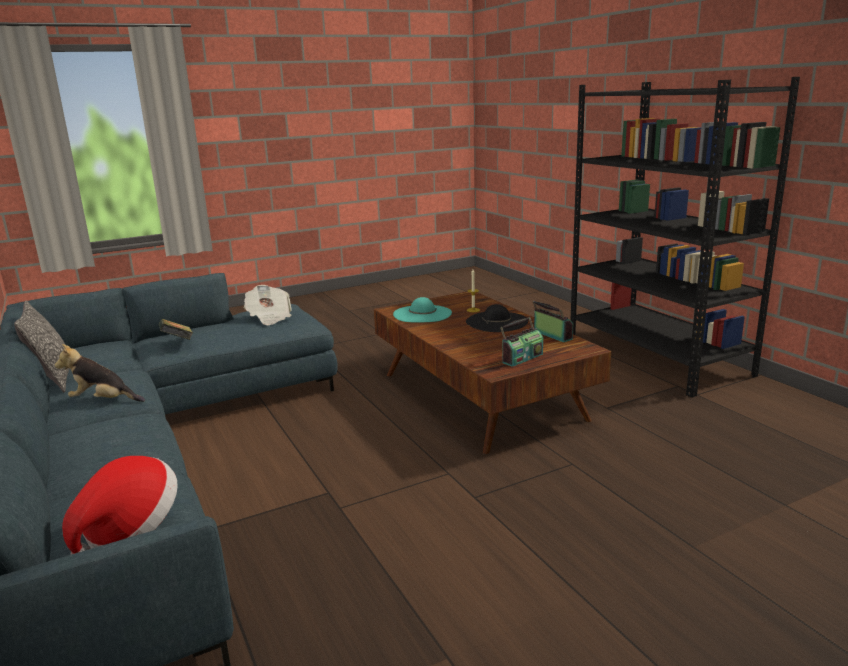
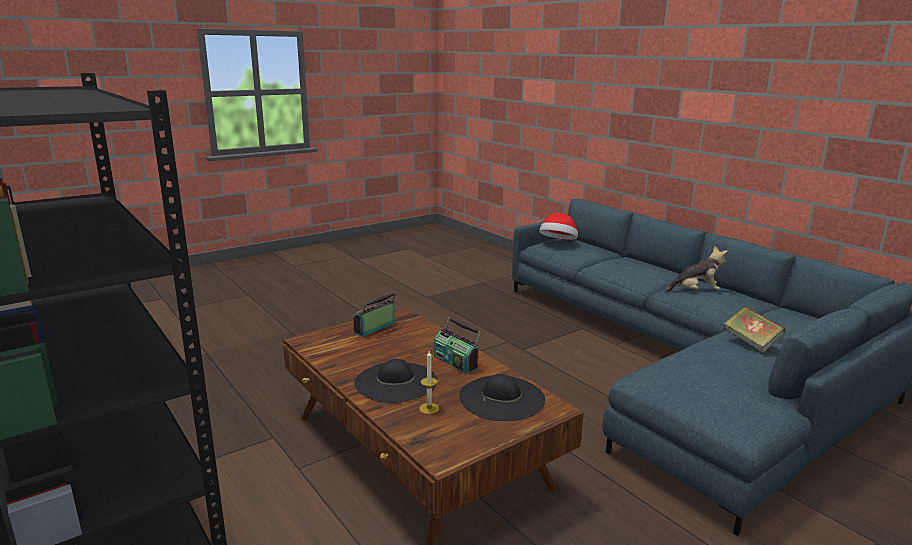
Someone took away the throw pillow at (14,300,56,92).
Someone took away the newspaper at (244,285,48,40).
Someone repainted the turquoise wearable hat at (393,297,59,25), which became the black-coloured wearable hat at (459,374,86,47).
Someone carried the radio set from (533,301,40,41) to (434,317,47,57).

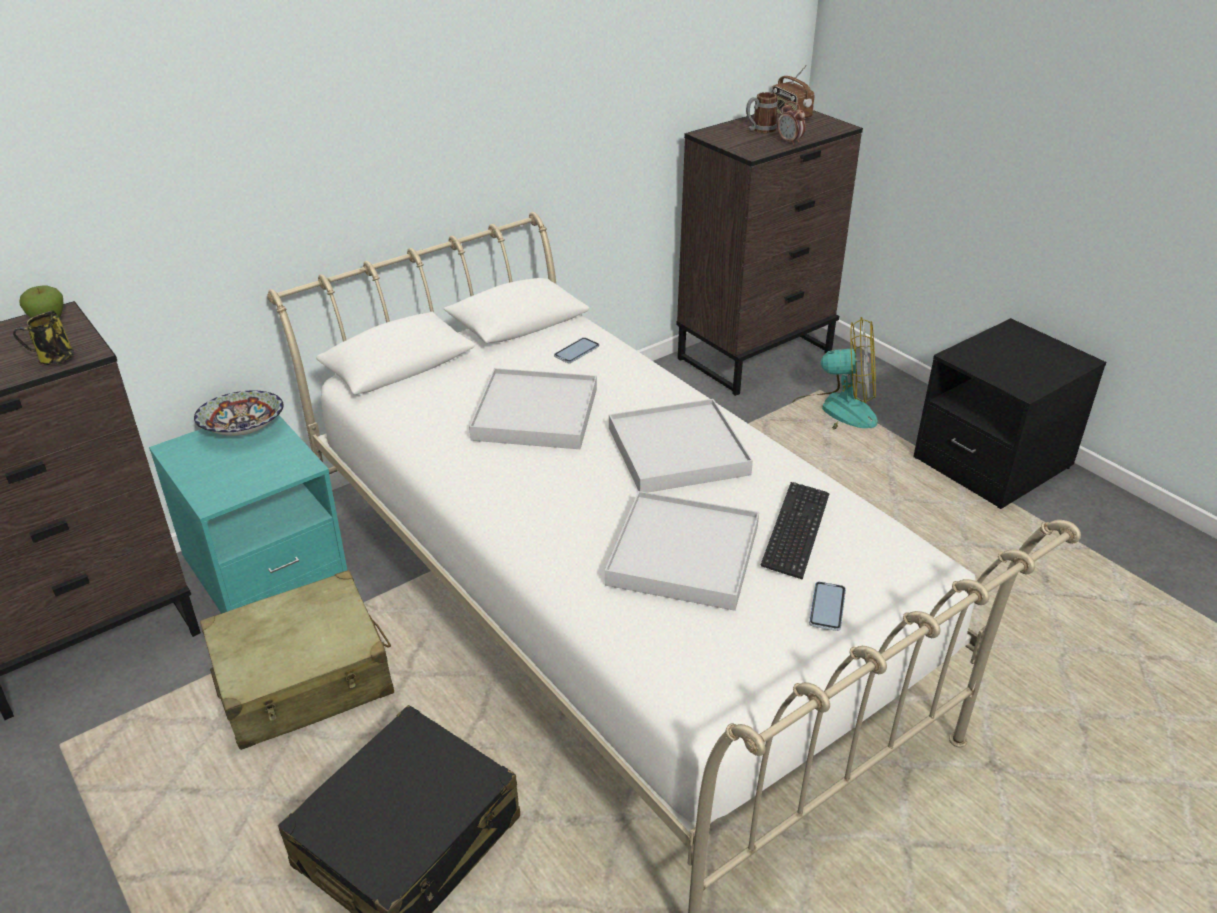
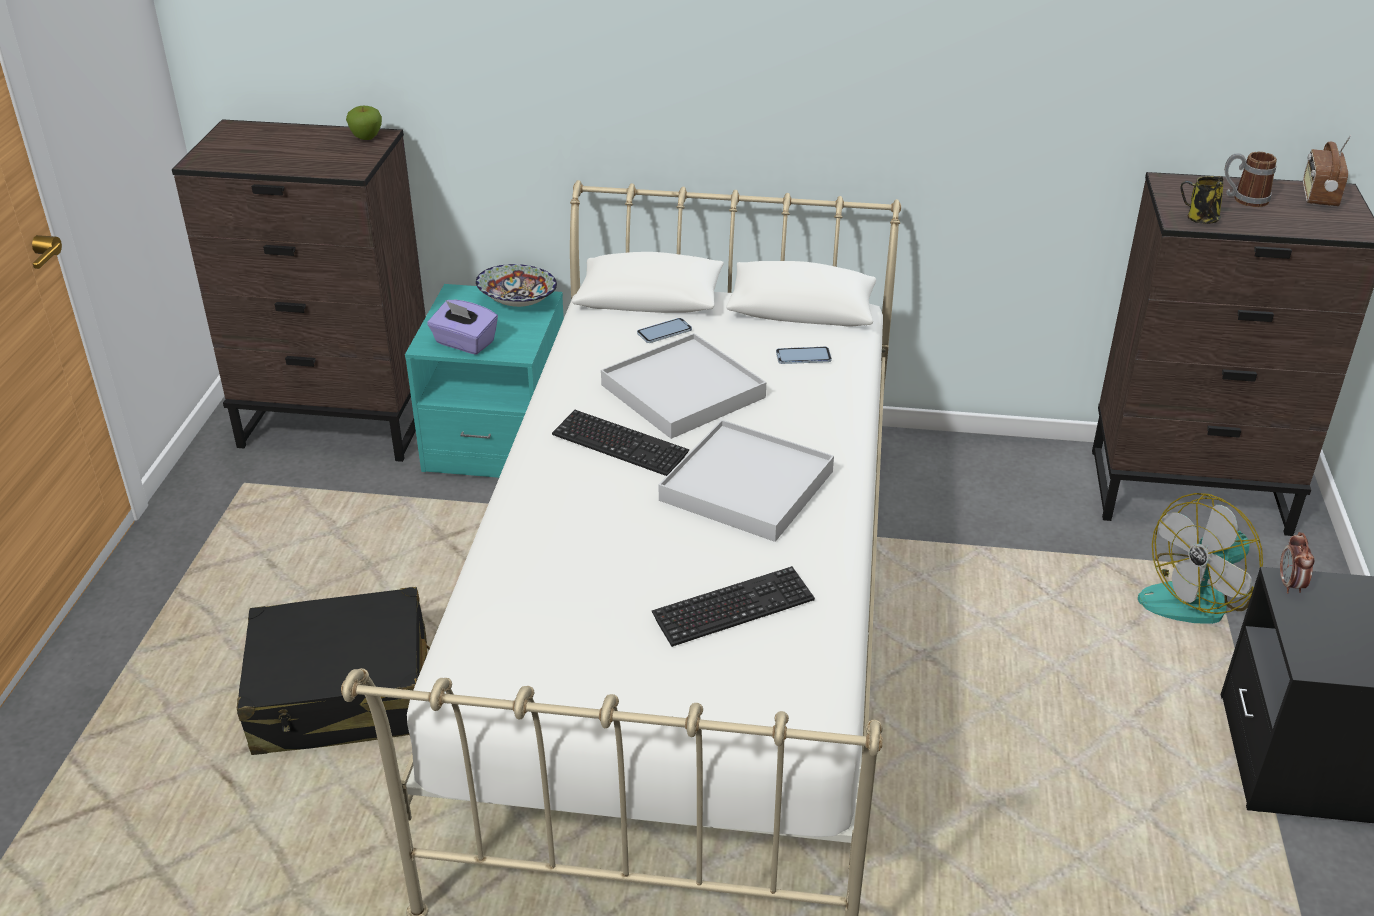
Someone carried the coffee mug from (13,310,61,55) to (1181,176,42,48).
Someone took away the beige-coloured suitcase at (200,570,194,180).
Someone took away the whitish carrying tray at (605,491,154,120).
Someone carried the bedside clock from (777,101,29,44) to (1280,532,34,61).
Someone rotated the cooling fan at (792,317,86,113) by 90 degrees clockwise.
Someone carried the telephone from (809,582,37,49) to (637,318,55,25).
Someone put down the purple tissue box at (427,300,71,55).
Someone put down the PC keyboard at (552,410,137,66).

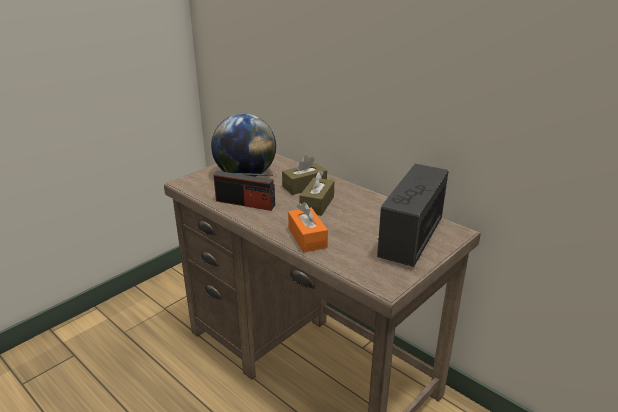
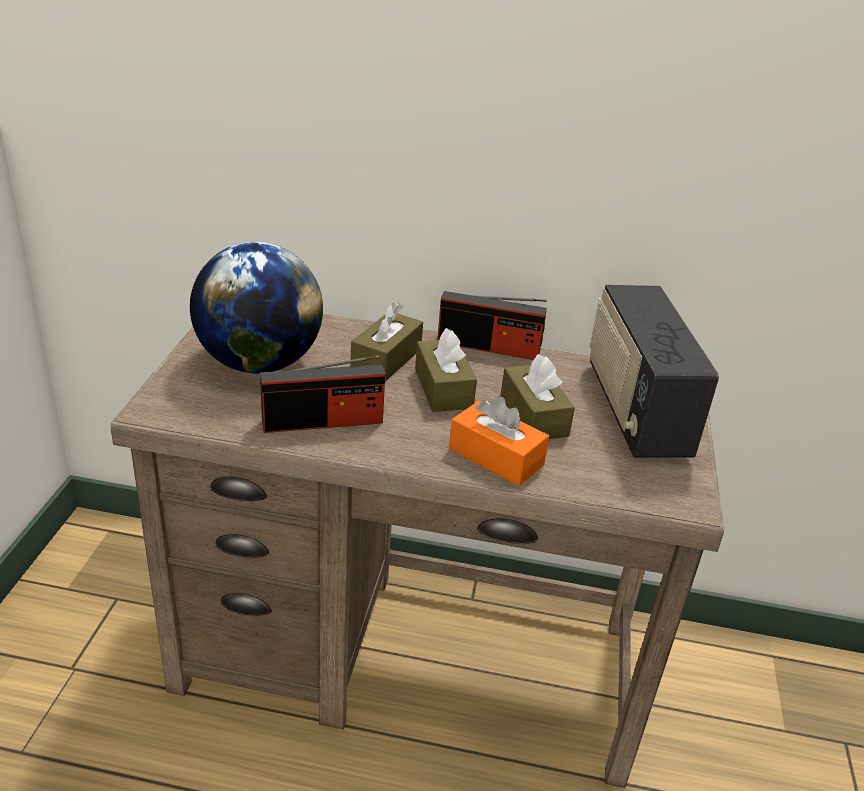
Someone put down the radio set at (437,291,110,69).
Someone put down the brown tissue box at (501,354,74,85).

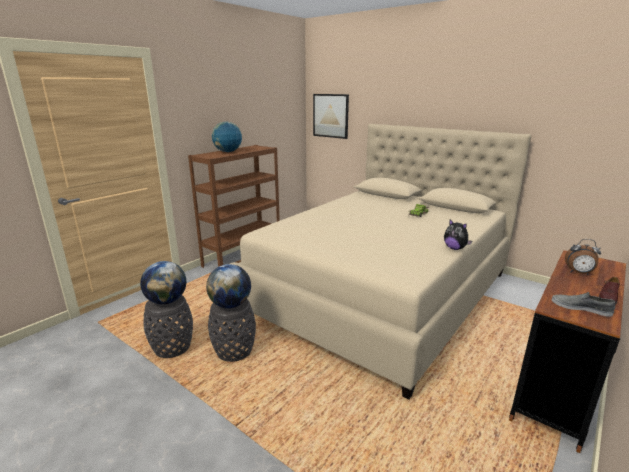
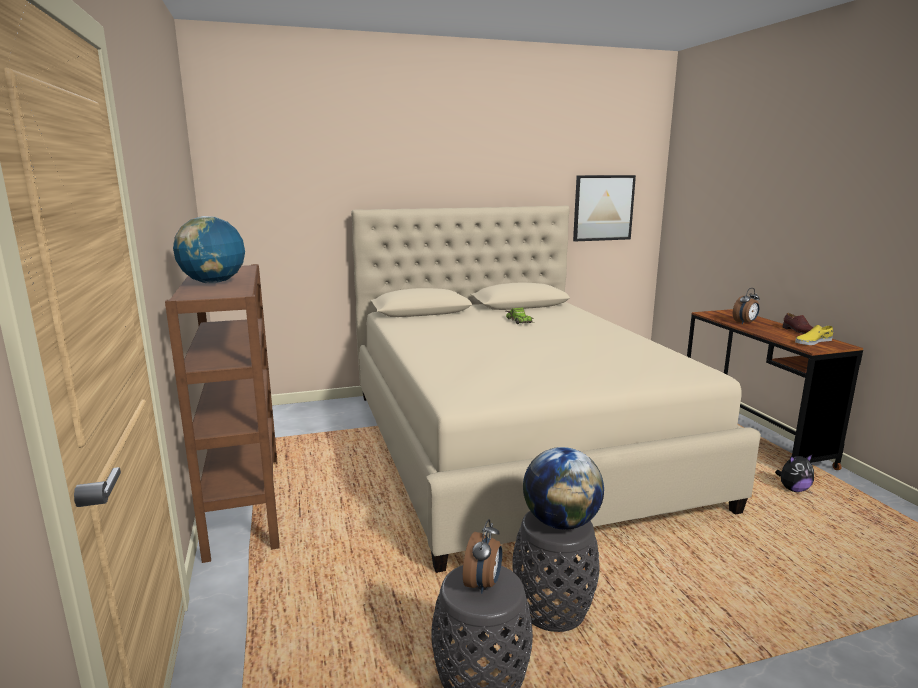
Someone swapped the desk globe at (140,261,46,43) for the bedside clock at (463,519,39,75).
Someone carried the wall art from (313,94,36,45) to (573,175,63,66).
Someone carried the plush toy from (444,220,28,30) to (775,455,39,37).
Someone repainted the grey shoe at (552,292,63,25), which became the yellowish shoe at (795,325,38,20).

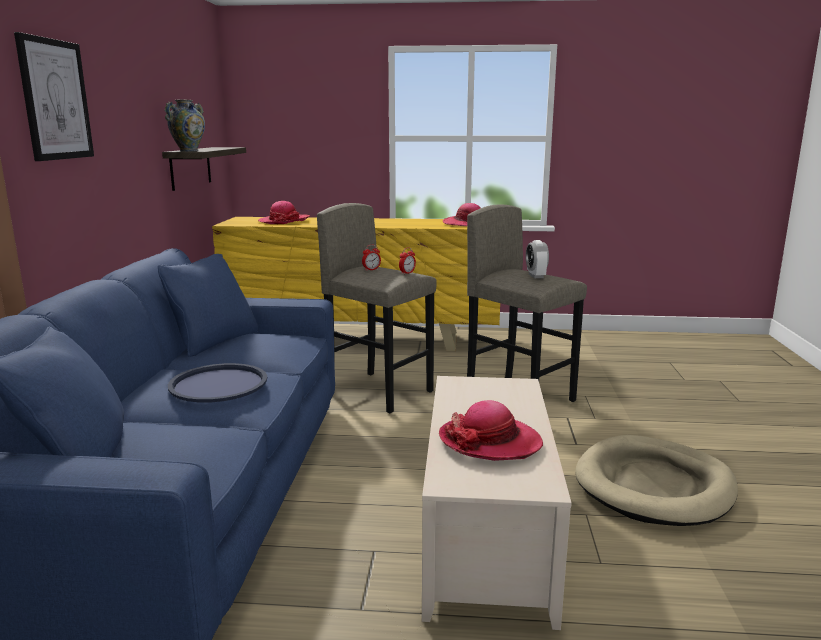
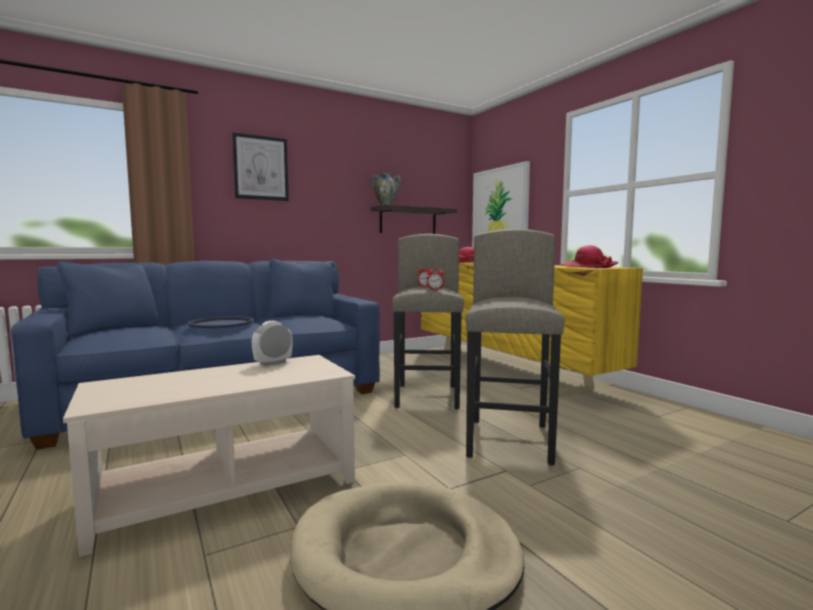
Someone took away the wearable hat at (439,400,104,61).
Someone carried the bedside clock from (526,240,23,38) to (252,321,41,45).
Someone put up the wall art at (472,161,58,86).

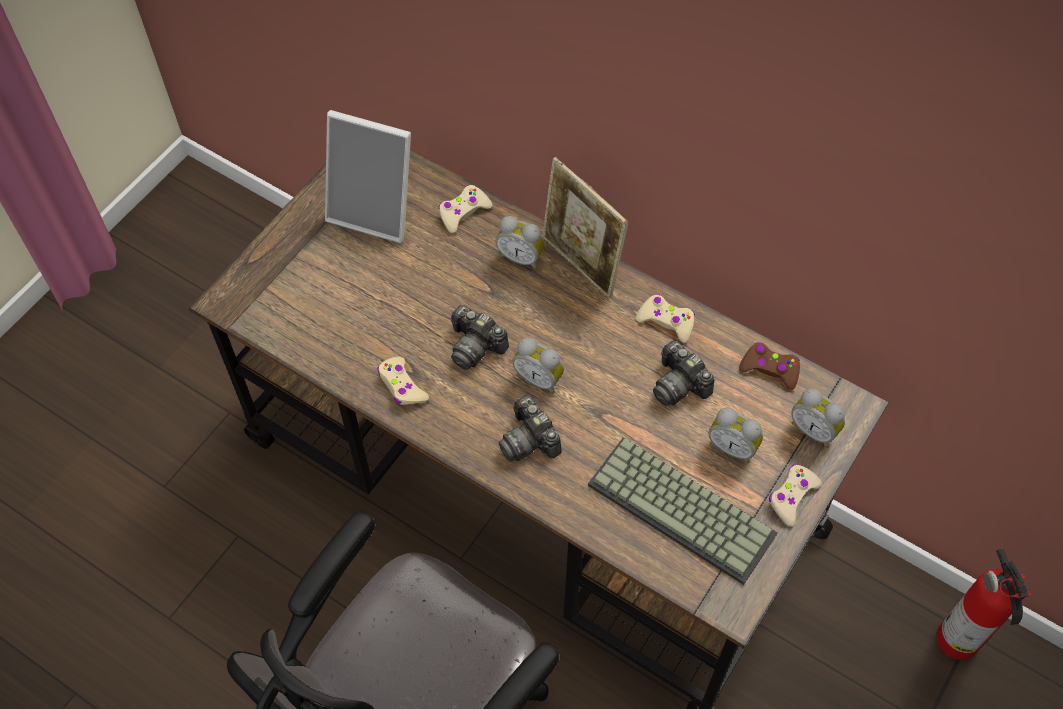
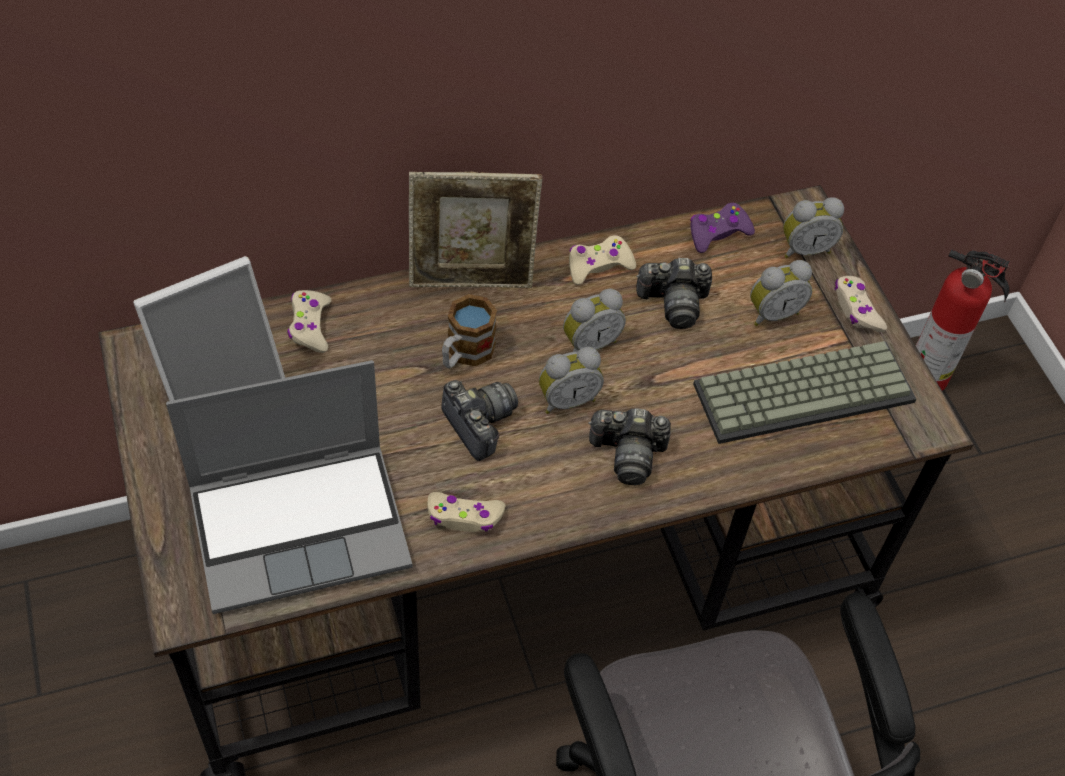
Someone rotated the still camera at (451,305,58,65) by 105 degrees counterclockwise.
Someone carried the bedside clock from (496,216,49,54) to (563,289,63,63).
Someone repainted the brown game controller at (739,342,61,48), which became the purple game controller at (690,203,65,50).
Someone put down the laptop at (166,360,247,254).
Someone put down the coffee mug at (442,294,55,75).

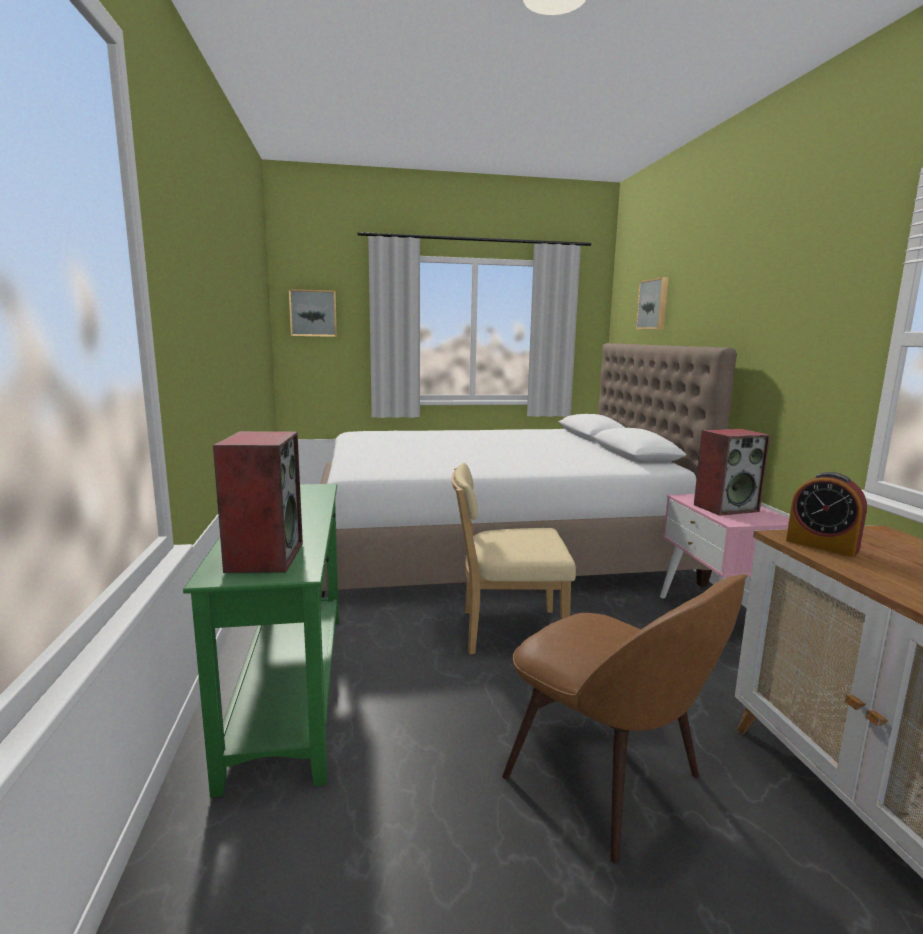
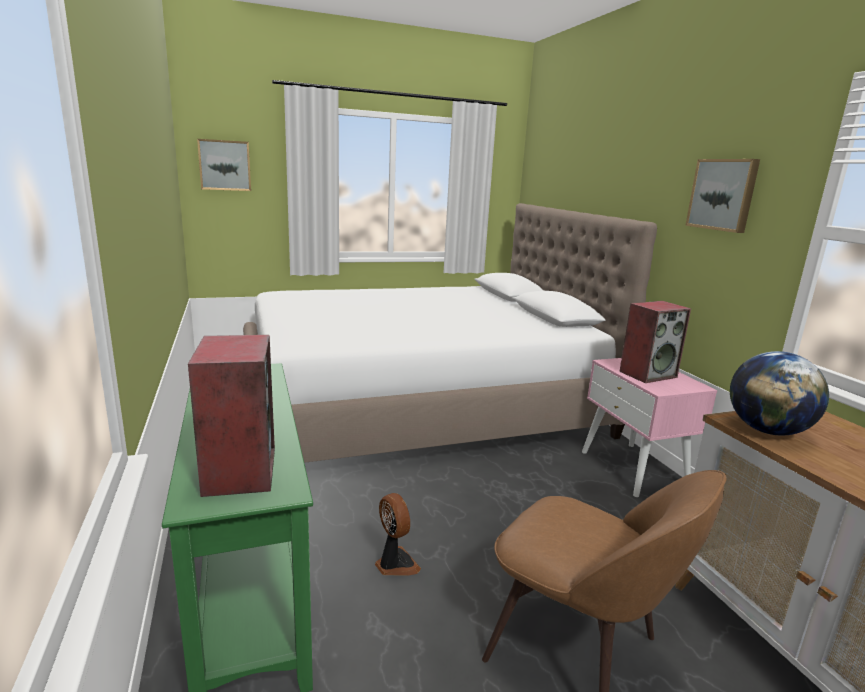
Someone took away the beige-coloured upright chair at (451,463,125,192).
Someone carried the wall art from (635,277,34,53) to (685,159,75,74).
Someone swapped the bedside clock at (786,472,81,85) for the desk globe at (730,351,99,85).
Someone put down the cooling fan at (375,493,46,83).

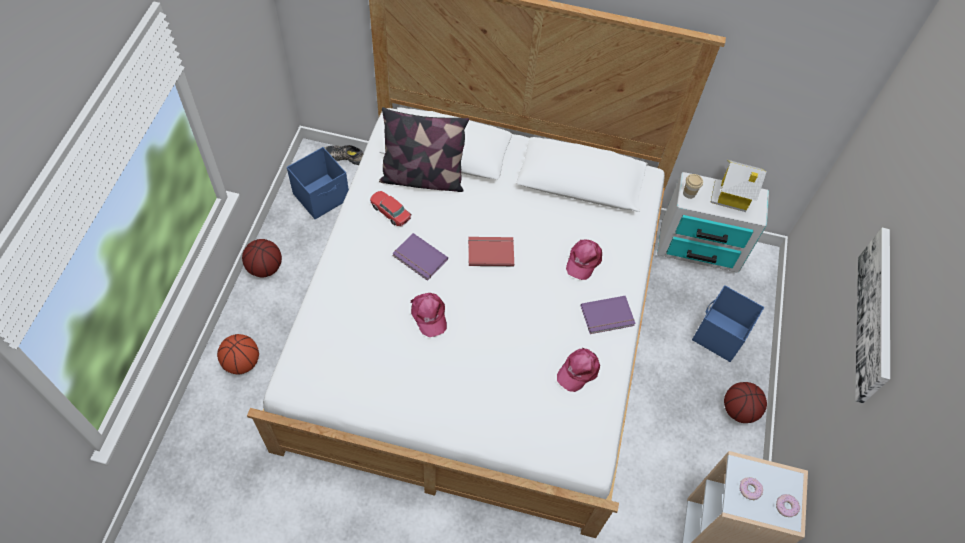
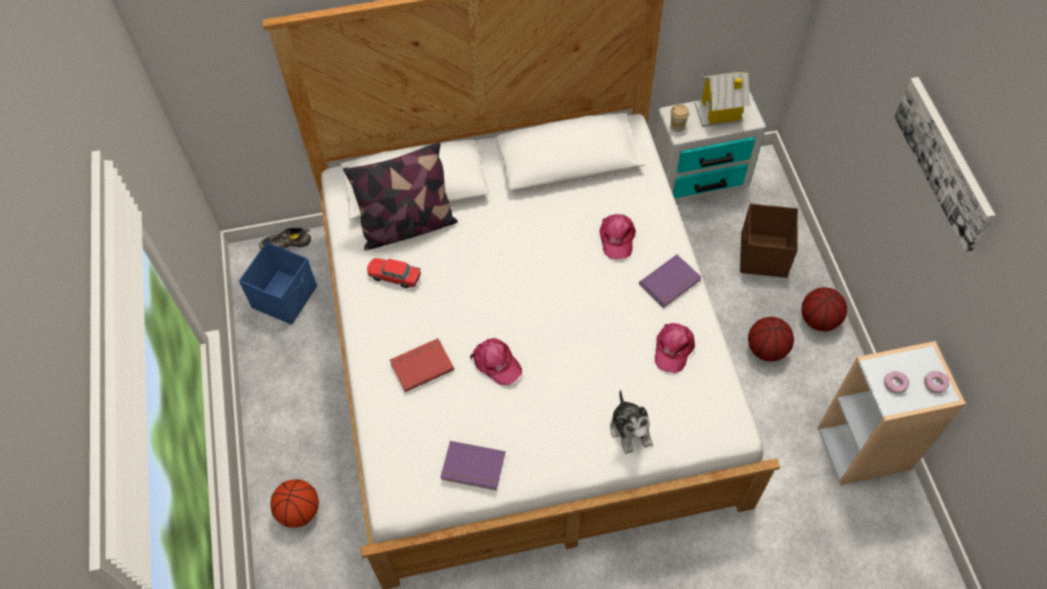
Someone carried the basketball from (242,239,40,38) to (748,317,46,44).
Someone carried the purple bound book from (392,233,56,48) to (440,441,65,49).
Someone carried the red-coloured bound book from (468,237,46,29) to (390,338,64,54).
Someone repainted the bluish storage box at (692,285,72,77), which became the brown storage box at (740,204,58,74).
Someone put down the plush toy at (610,390,43,64).

